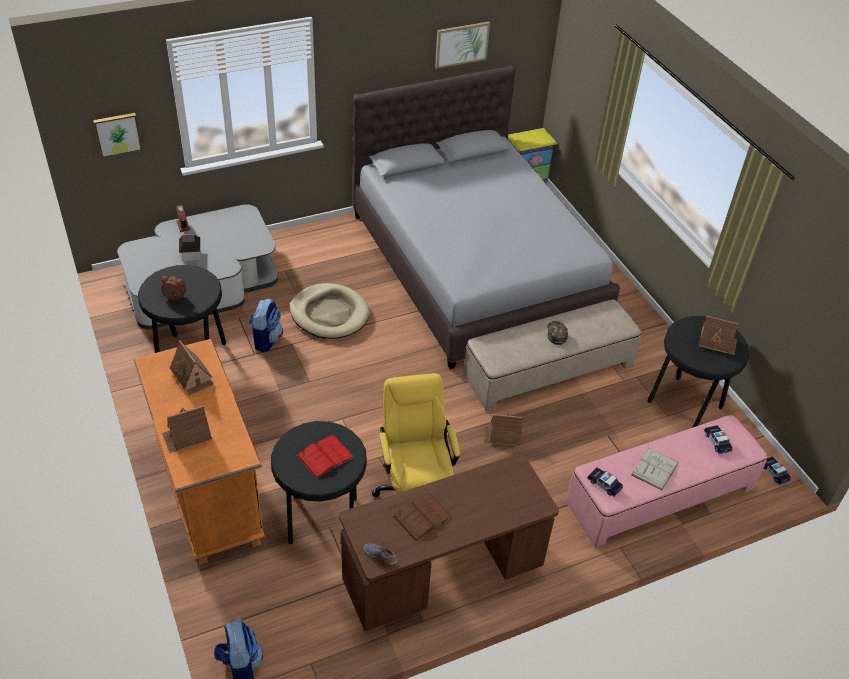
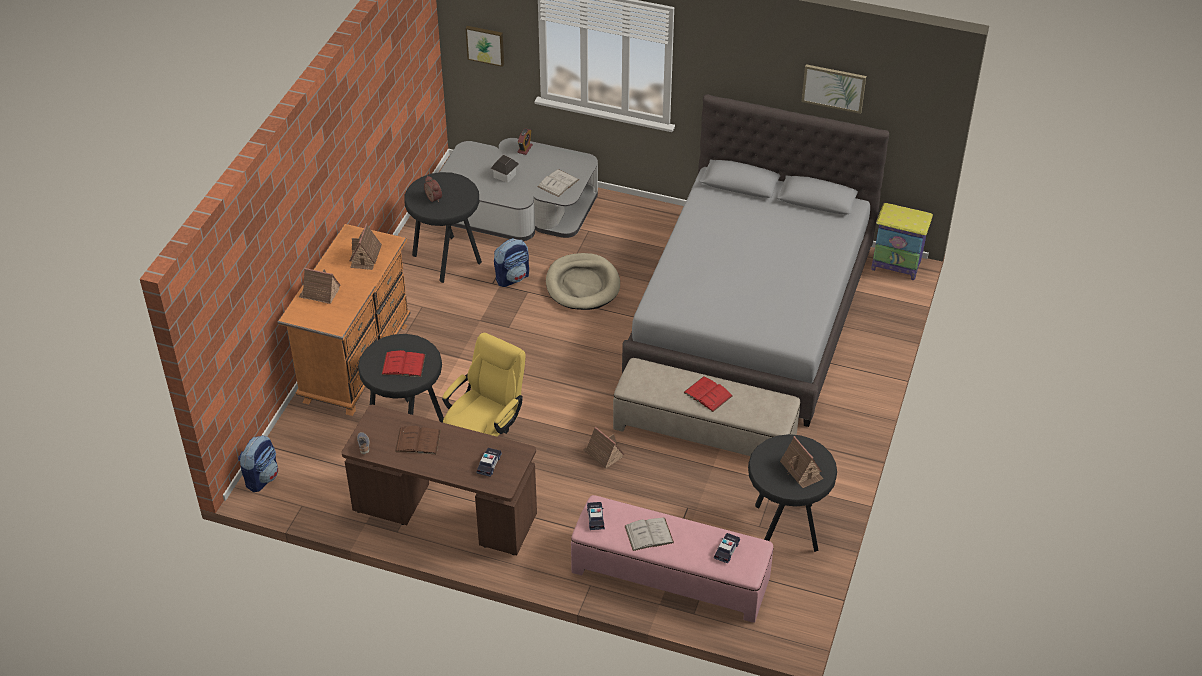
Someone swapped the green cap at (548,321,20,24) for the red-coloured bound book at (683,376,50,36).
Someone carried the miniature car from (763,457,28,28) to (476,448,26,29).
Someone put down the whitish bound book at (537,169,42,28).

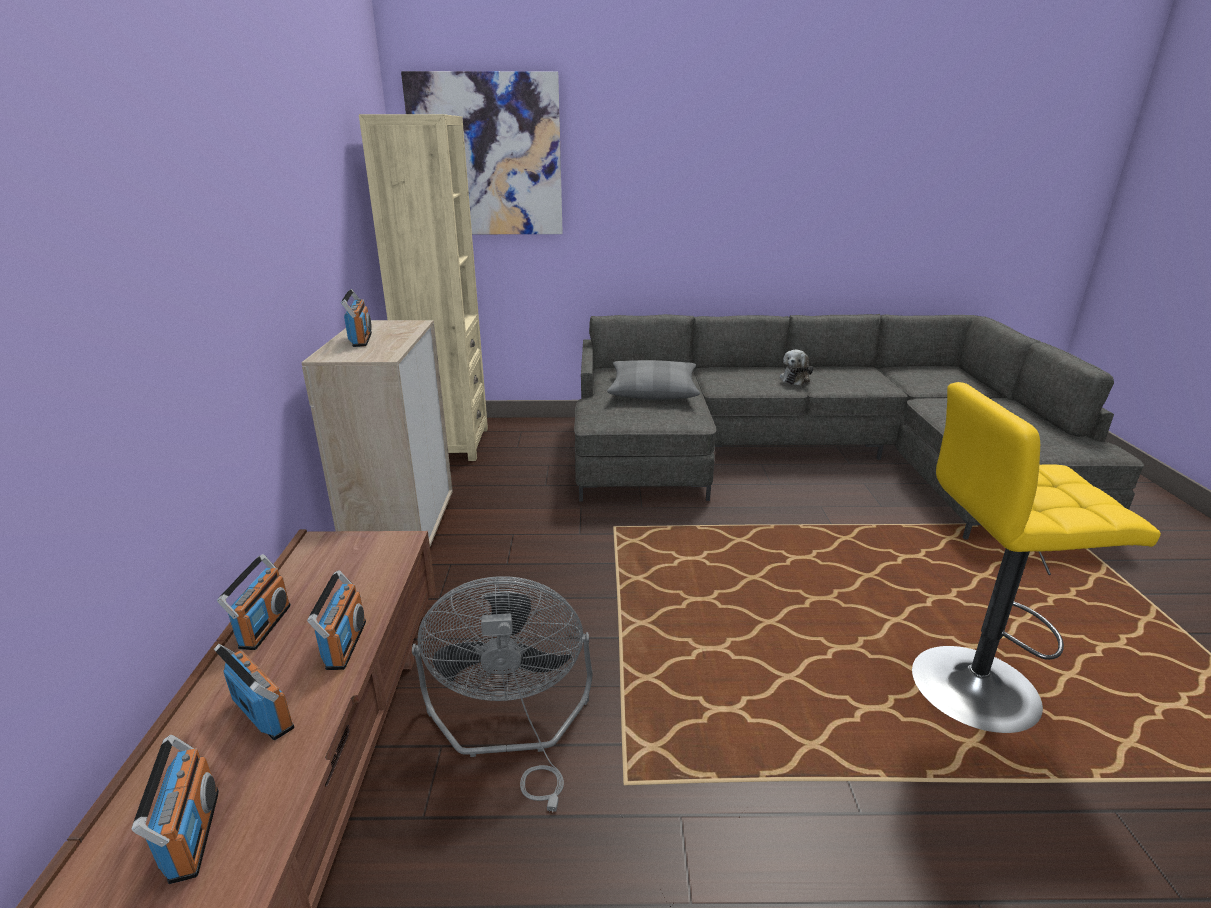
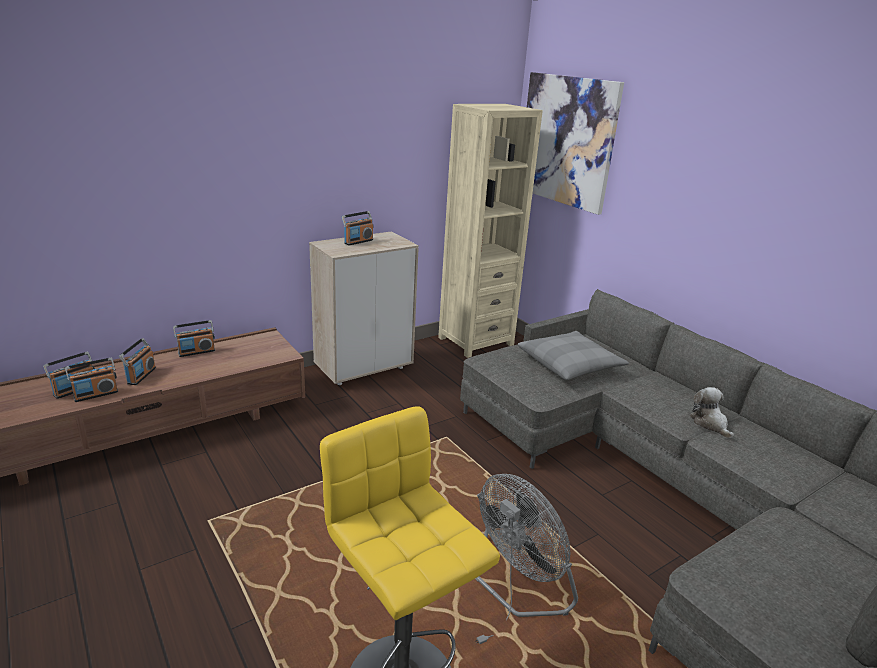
Someone carried the radio set from (307,570,59,100) to (65,358,53,44).
Someone carried the grey cooling fan from (412,576,181,237) to (475,474,103,170).
Someone rotated the plush toy at (780,350,33,36) by 75 degrees clockwise.

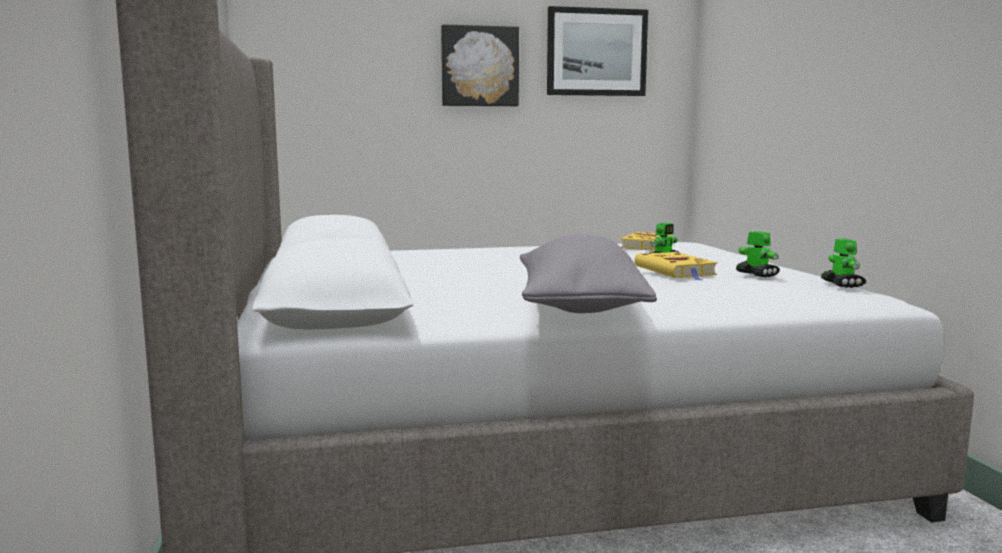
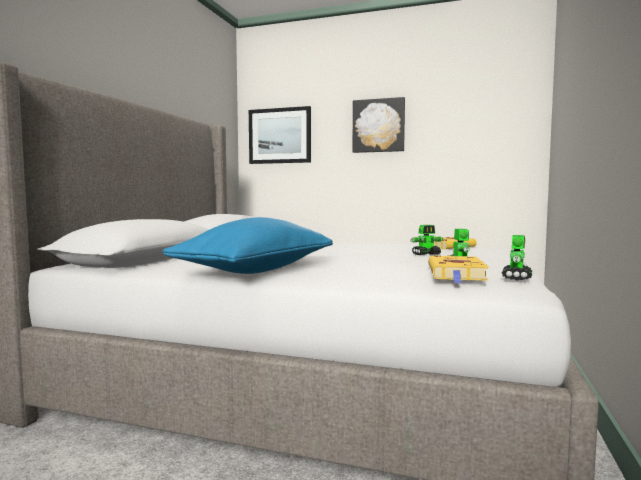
Someone repainted the grey throw pillow at (520,234,137,79), which became the bluish throw pillow at (162,217,171,57).
Someone carried the wall art from (547,6,101,90) to (249,106,62,58).
Someone carried the yellowish bound book from (634,252,84,28) to (428,255,61,29).

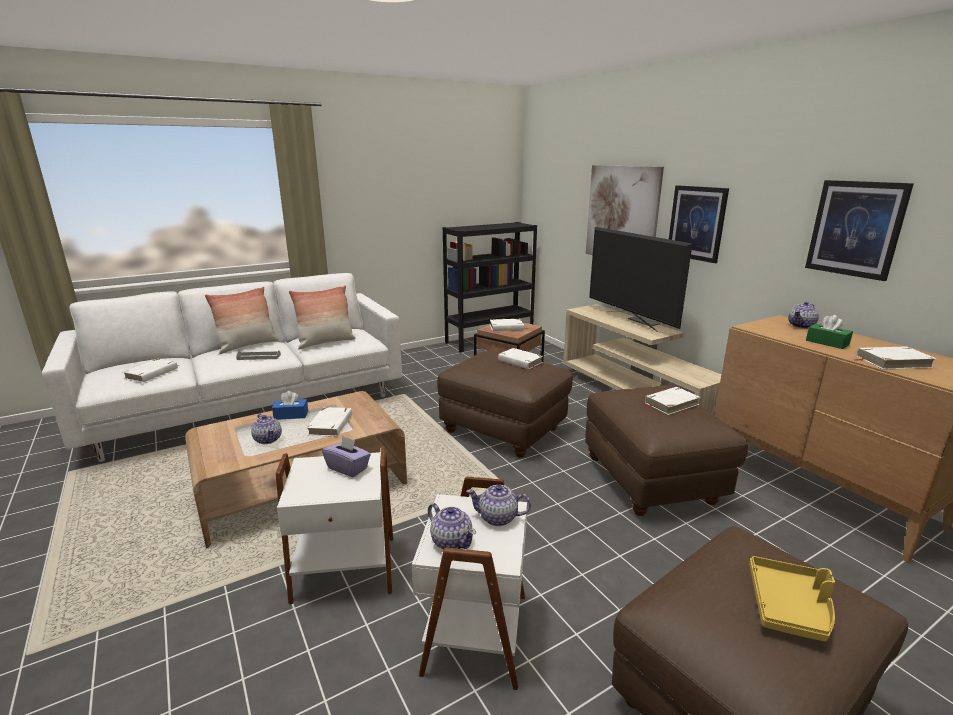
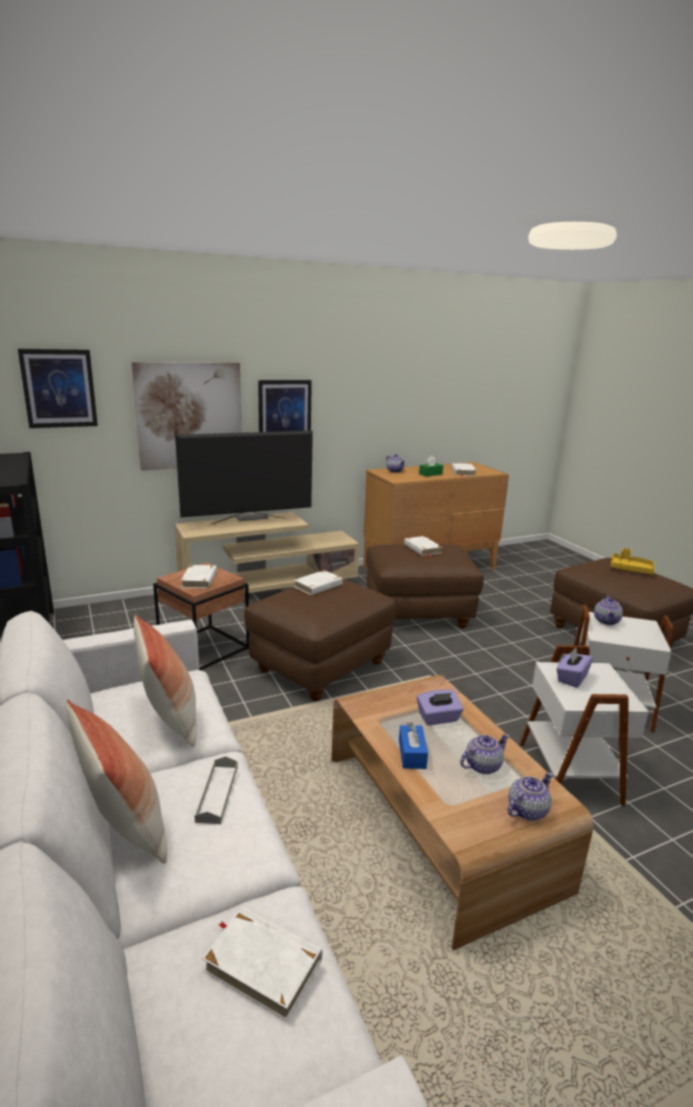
Someone swapped the whitish bound book at (306,407,46,30) for the purple tissue box at (417,690,47,35).
Someone carried the tea pot from (428,503,48,47) to (507,772,46,49).
Someone carried the wall art from (805,180,109,101) to (18,349,80,79).

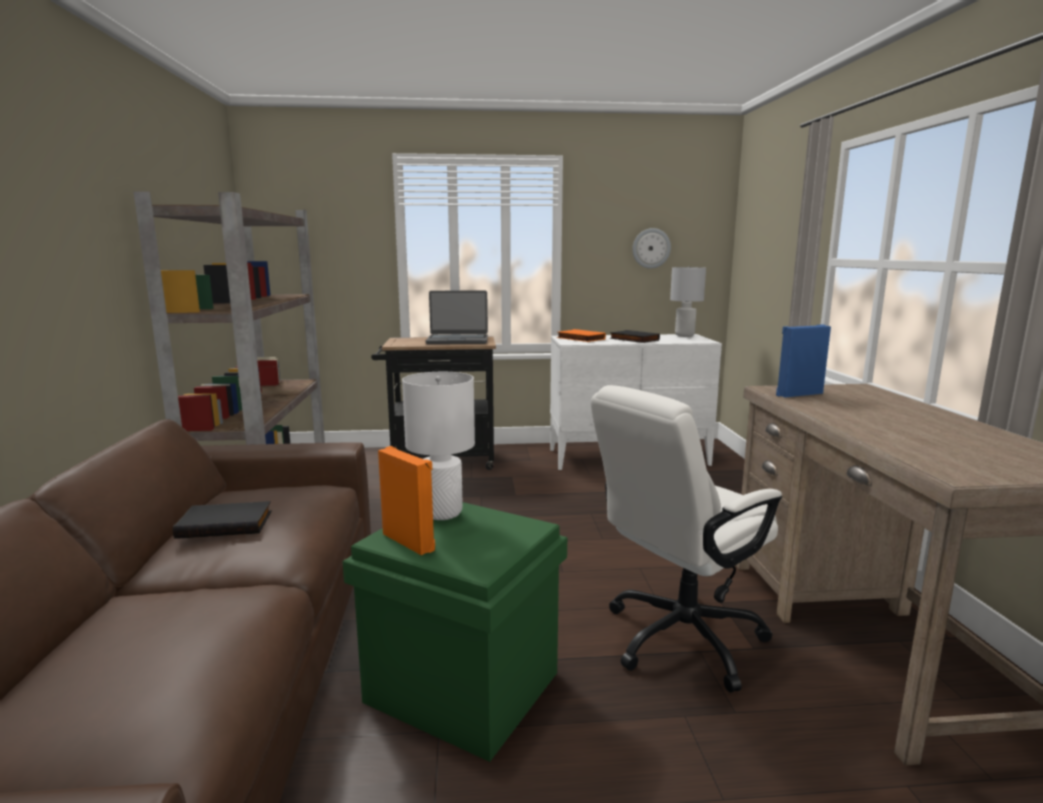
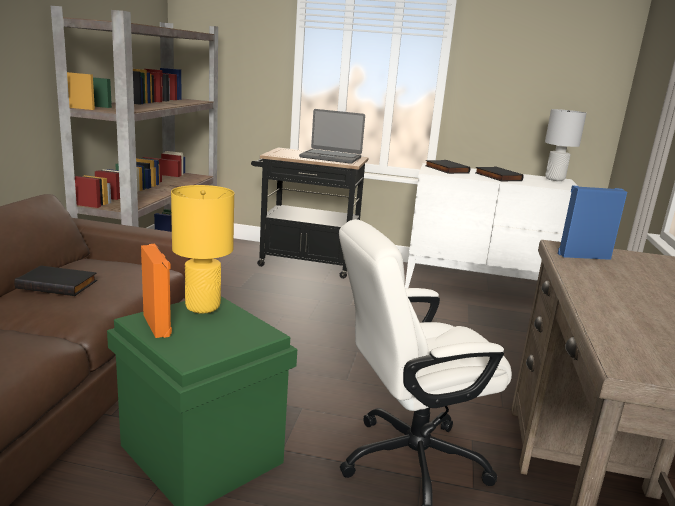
Someone repainted the whitish lamp for a table at (402,372,73,148), which became the yellowish lamp for a table at (171,185,63,129).
Someone repainted the orange bound book at (557,329,49,13), which became the black-coloured bound book at (425,160,45,14).
Someone took away the clock on the wall at (632,228,39,41).

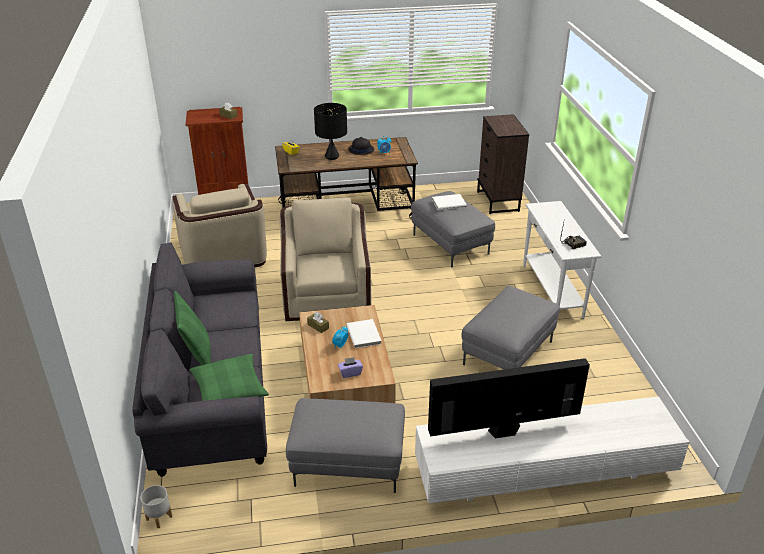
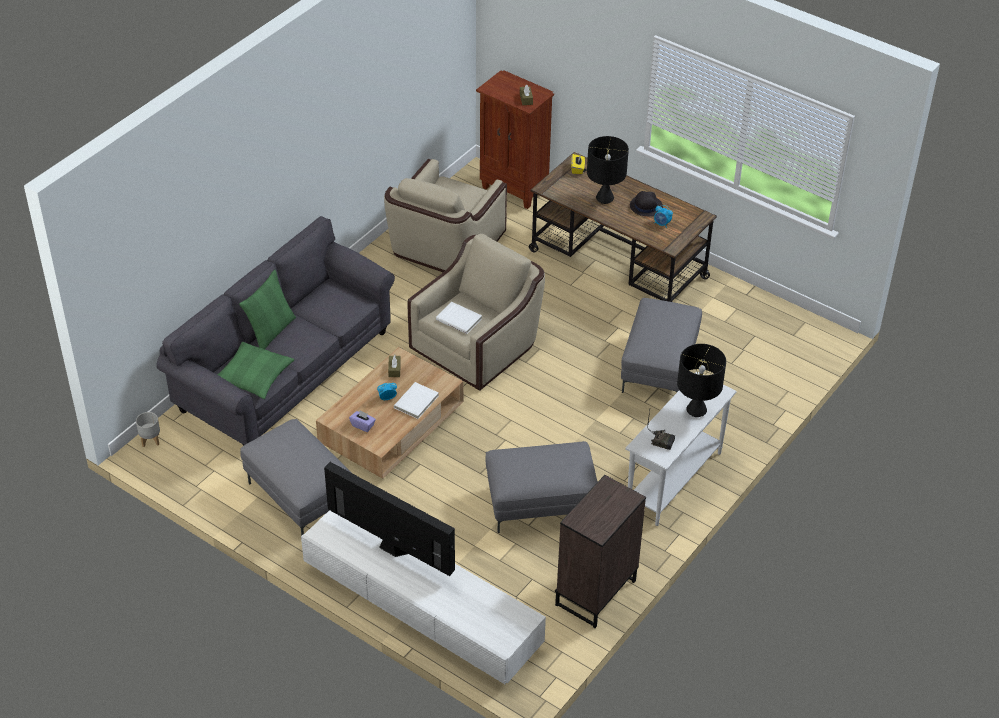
Someone carried the whitish bound book from (432,194,35,16) to (436,302,46,32).
Someone carried the brown dresser from (477,114,52,100) to (555,475,91,153).
Someone put down the black-coloured lamp for a table at (677,344,49,73).

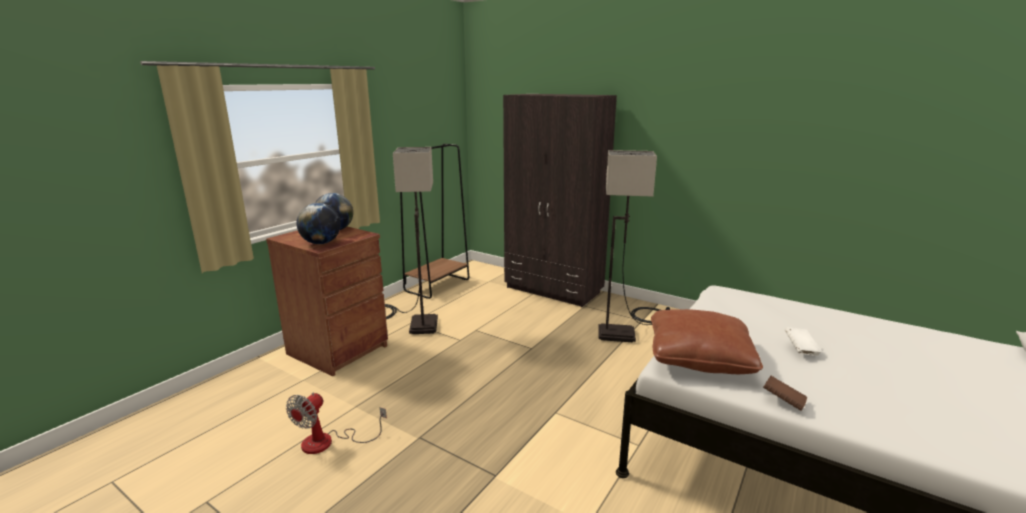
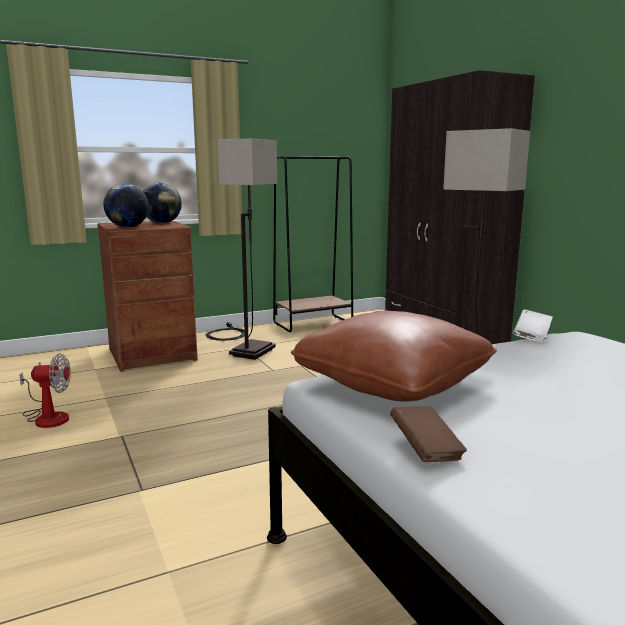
Someone rotated the cooling fan at (286,392,101,62) by 150 degrees counterclockwise.
Someone carried the whitish bound book from (785,327,37,29) to (513,309,40,34).

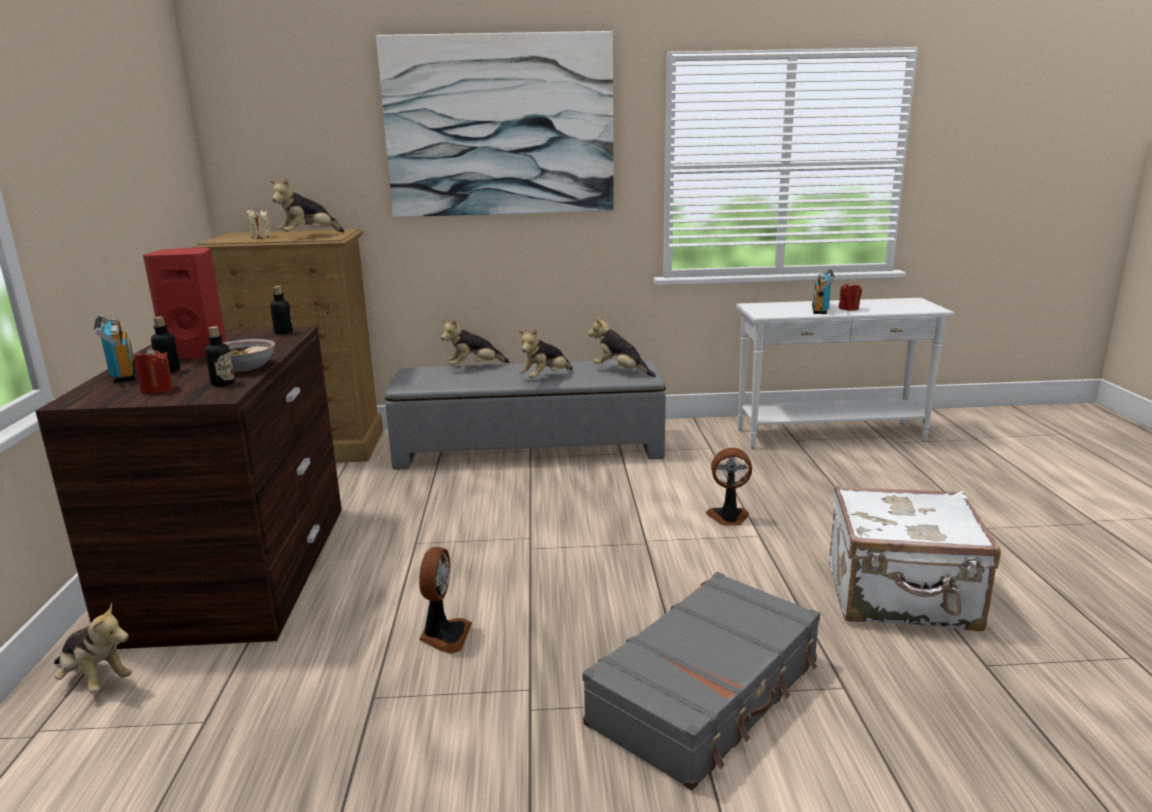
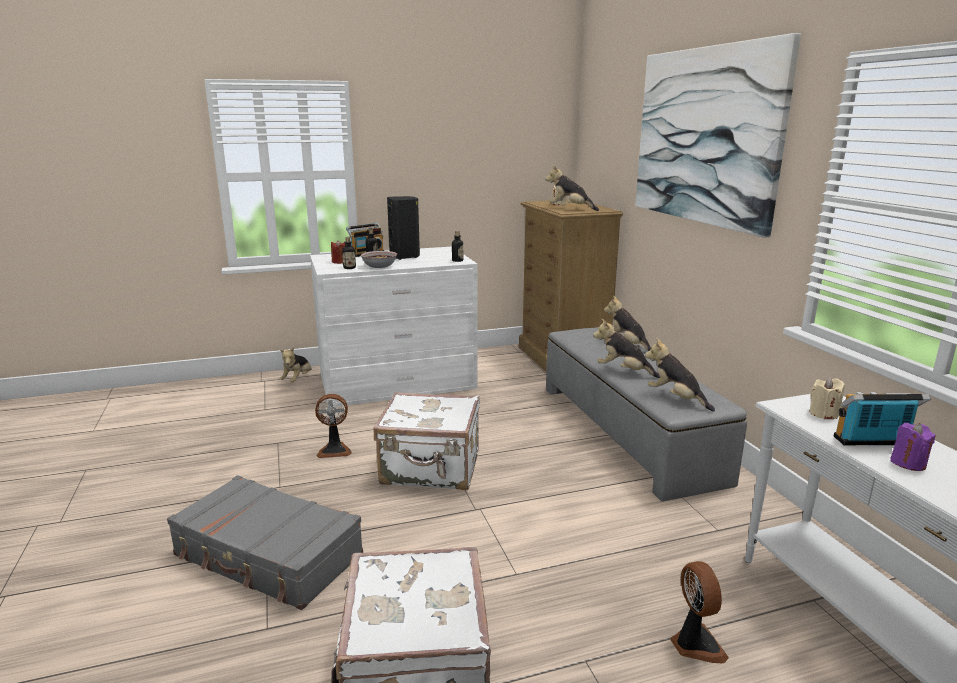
Someone repainted the brown dresser at (35,327,307,322), which became the whitish dresser at (310,247,168,160).
Someone repainted the red-coloured loudspeaker at (143,247,83,111), which became the black-coloured loudspeaker at (387,196,33,64).
Someone rotated the plush toy at (588,316,68,61) by 60 degrees counterclockwise.
Someone carried the cooling fan from (706,448,46,78) to (671,561,58,102).
Someone repainted the red-coloured wax candle at (839,282,23,29), which became the purple wax candle at (890,423,46,48).
Someone put down the whitish suitcase at (374,392,106,98).
Someone put down the beige-coloured wax candle at (809,377,36,42).

